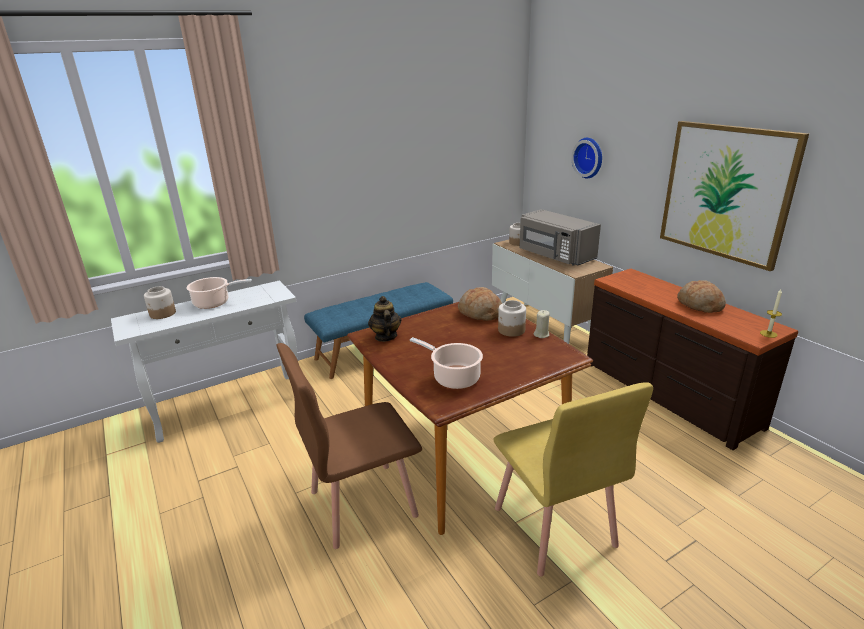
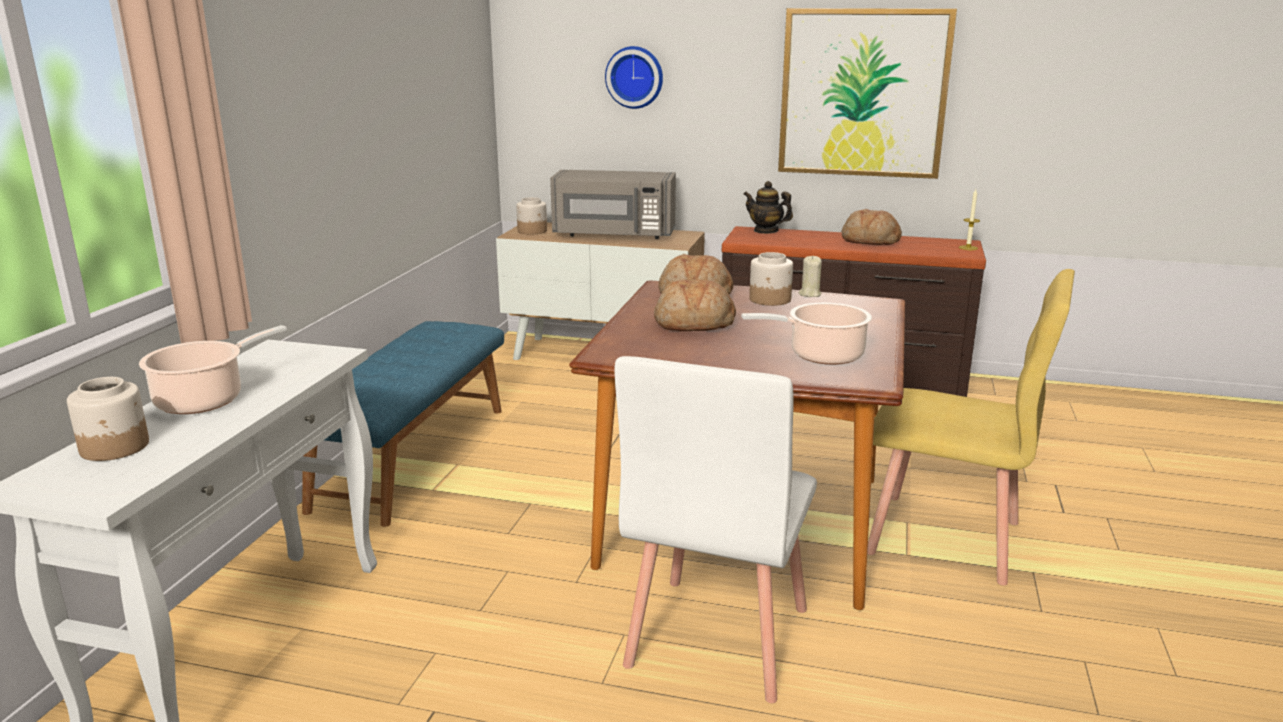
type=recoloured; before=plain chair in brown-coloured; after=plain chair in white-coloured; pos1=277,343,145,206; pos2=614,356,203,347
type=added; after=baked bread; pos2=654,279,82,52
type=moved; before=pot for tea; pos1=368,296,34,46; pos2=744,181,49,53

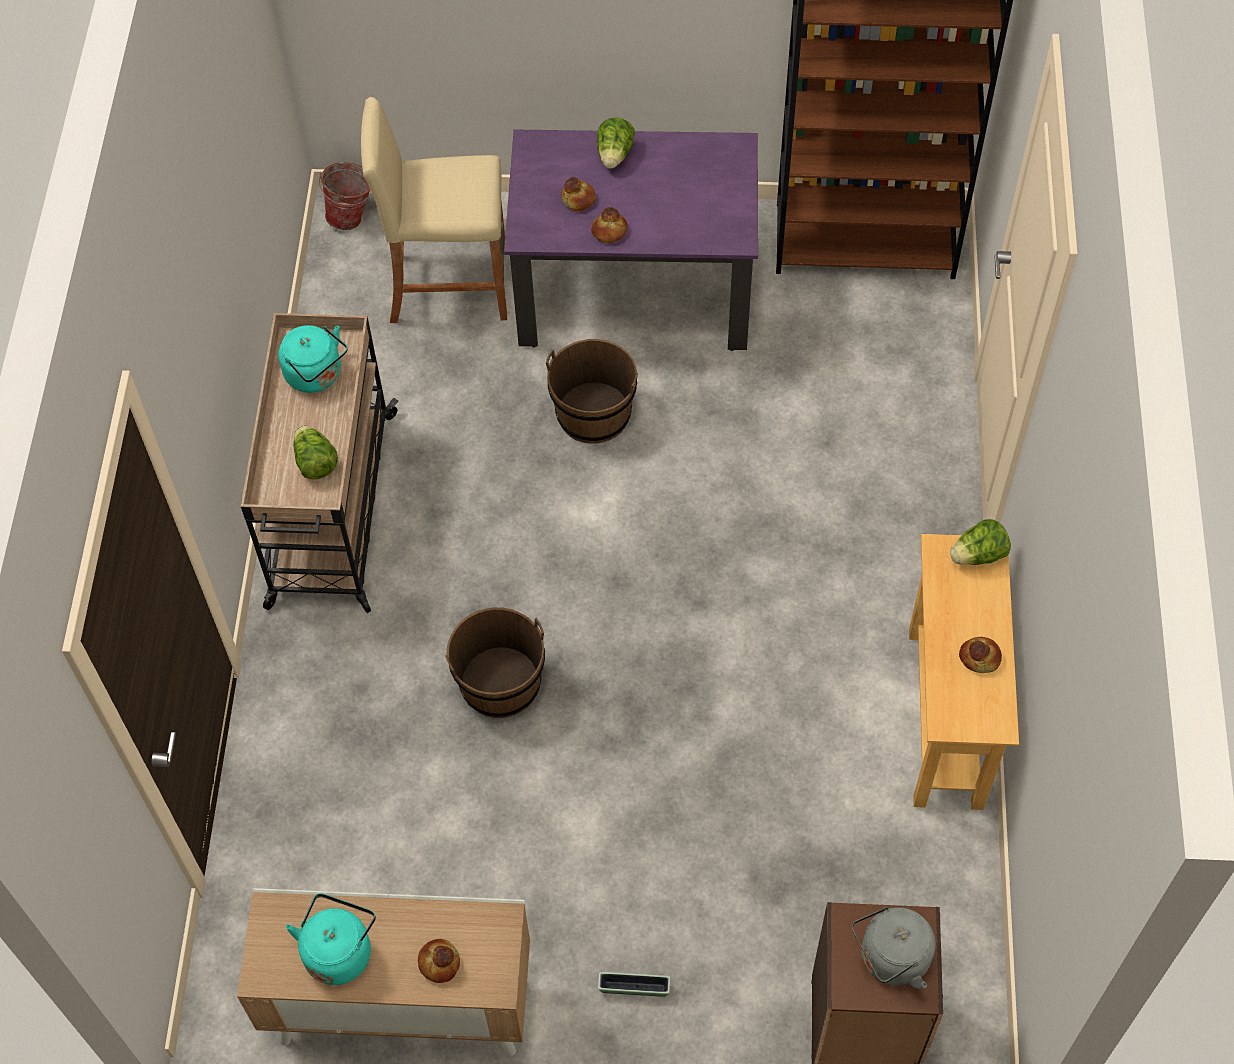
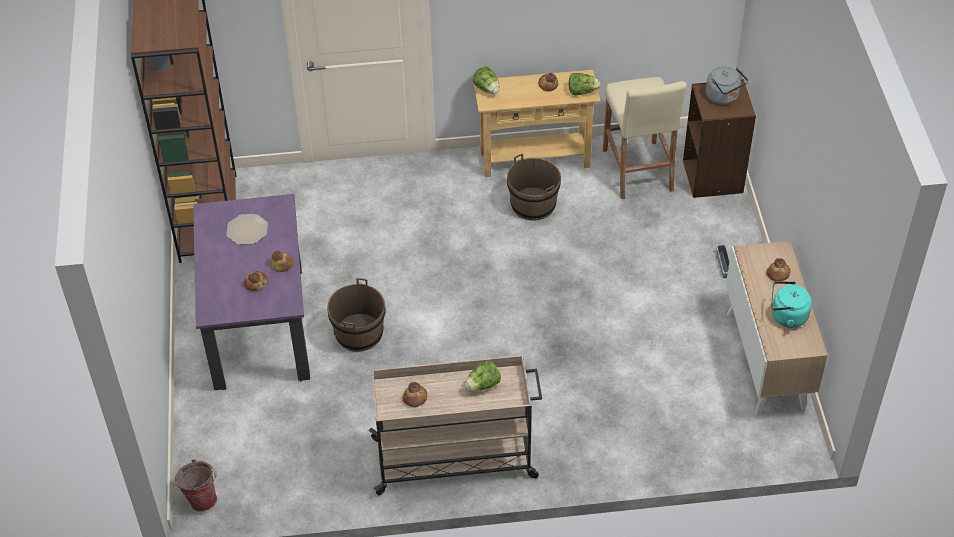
type=added; after=flat dish; pos2=226,214,42,30
type=replaced; before=water kettle in blue-green; after=baked bread; pos1=278,325,70,68; pos2=402,382,25,25
type=moved; before=water bucket in brown-coloured; pos1=445,607,100,111; pos2=507,153,54,68
type=moved; before=head of lettuce; pos1=597,117,38,51; pos2=569,73,32,22
type=moved; before=sitting stool in beige-coloured; pos1=361,97,146,226; pos2=603,77,84,122

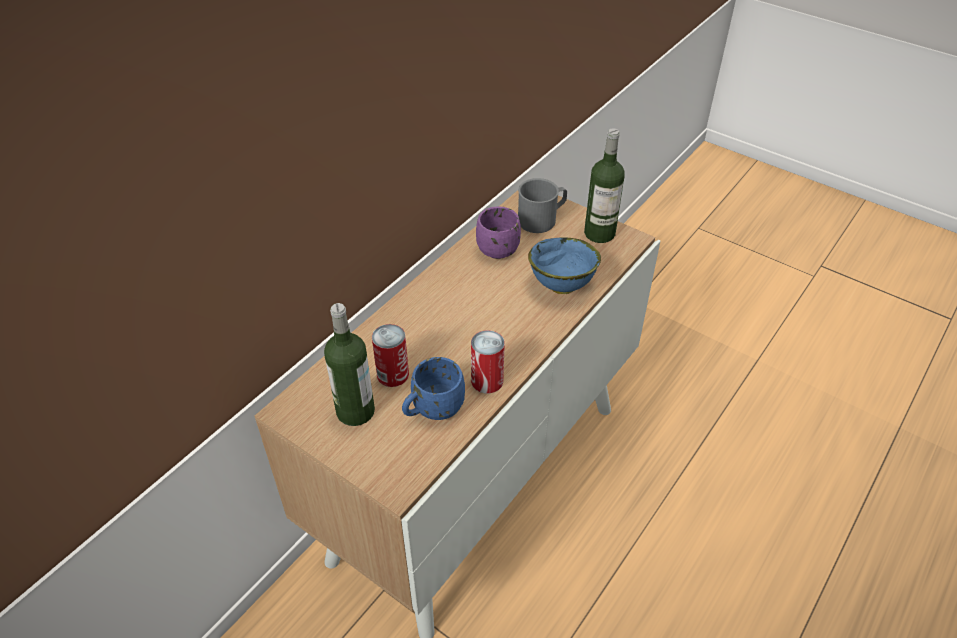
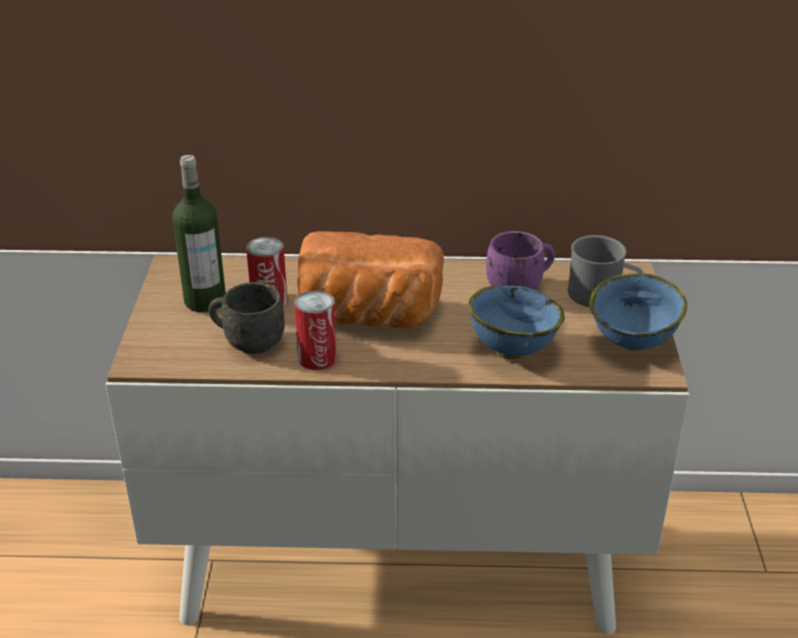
type=recoloured; before=tea mug in bluish; after=tea mug in grey; pos1=402,357,63,63; pos2=208,282,77,72
type=added; after=baked bread; pos2=297,231,147,98
type=replaced; before=bottle; after=bowl in bluish; pos1=584,128,41,115; pos2=589,273,98,77

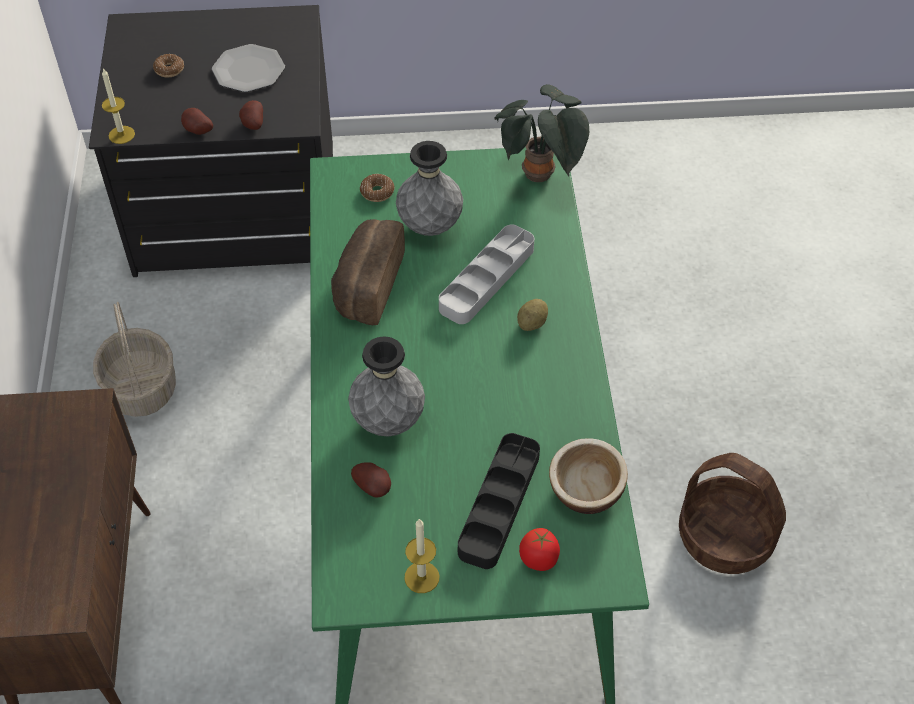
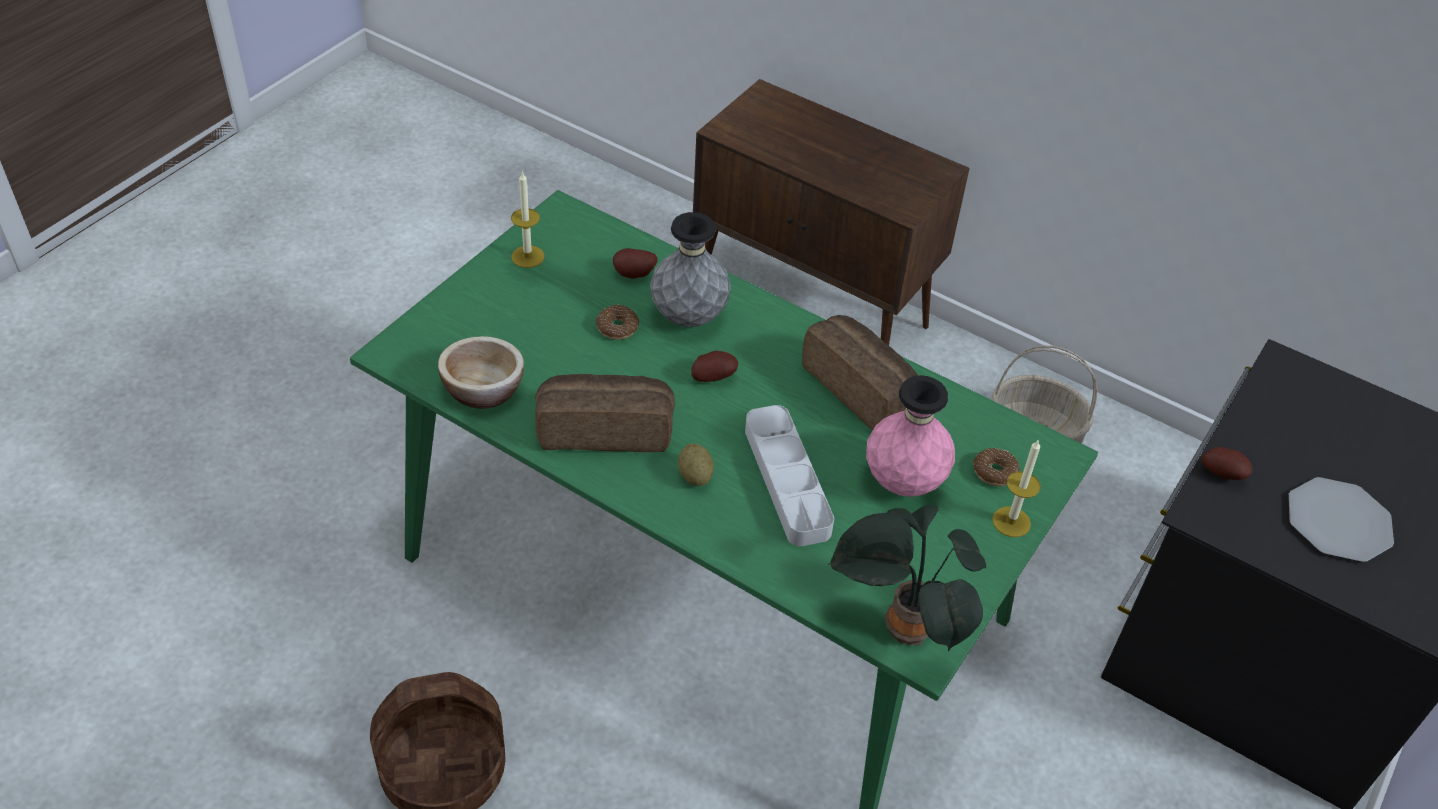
type=added; after=baked bread; pos2=535,374,140,78
type=moved; before=ring doughnut; pos1=153,54,31,23; pos2=596,305,43,35
type=moved; before=potato; pos1=181,108,32,27; pos2=691,351,47,31
type=recoloured; before=decorative vase in grey; after=decorative vase in pink-coloured; pos1=396,141,67,95; pos2=866,375,89,122
type=moved; before=wax candle; pos1=102,68,33,76; pos2=992,440,49,97
type=removed; before=serving tray in black-coloured; pos1=458,433,82,136
type=removed; before=whole tomato; pos1=519,528,41,43

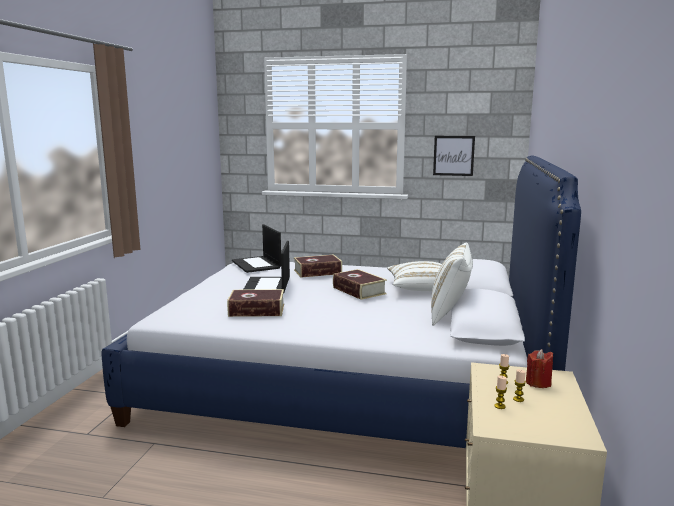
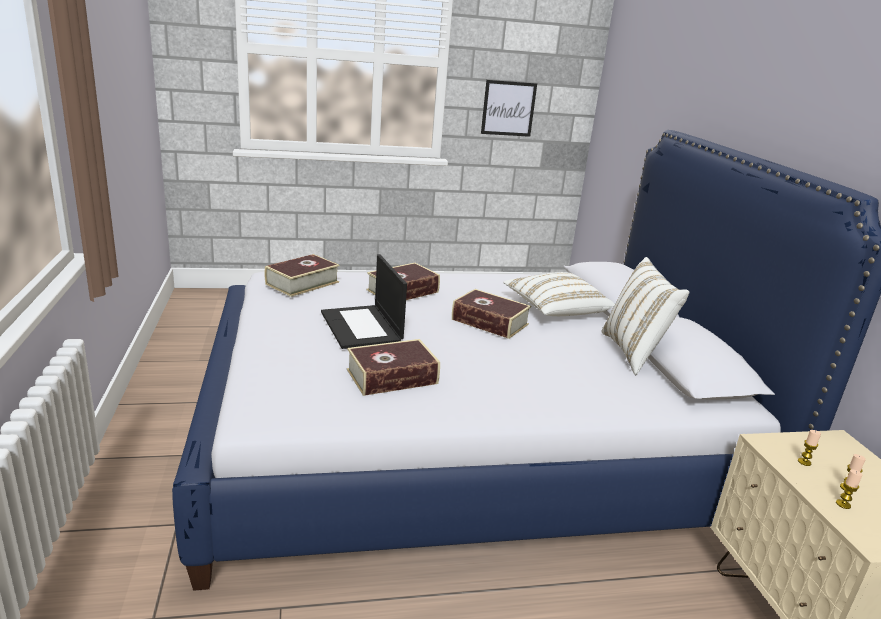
type=replaced; before=laptop; after=bound book; pos1=232,224,49,49; pos2=265,254,75,43
type=removed; before=wax candle in red; pos1=526,349,27,39

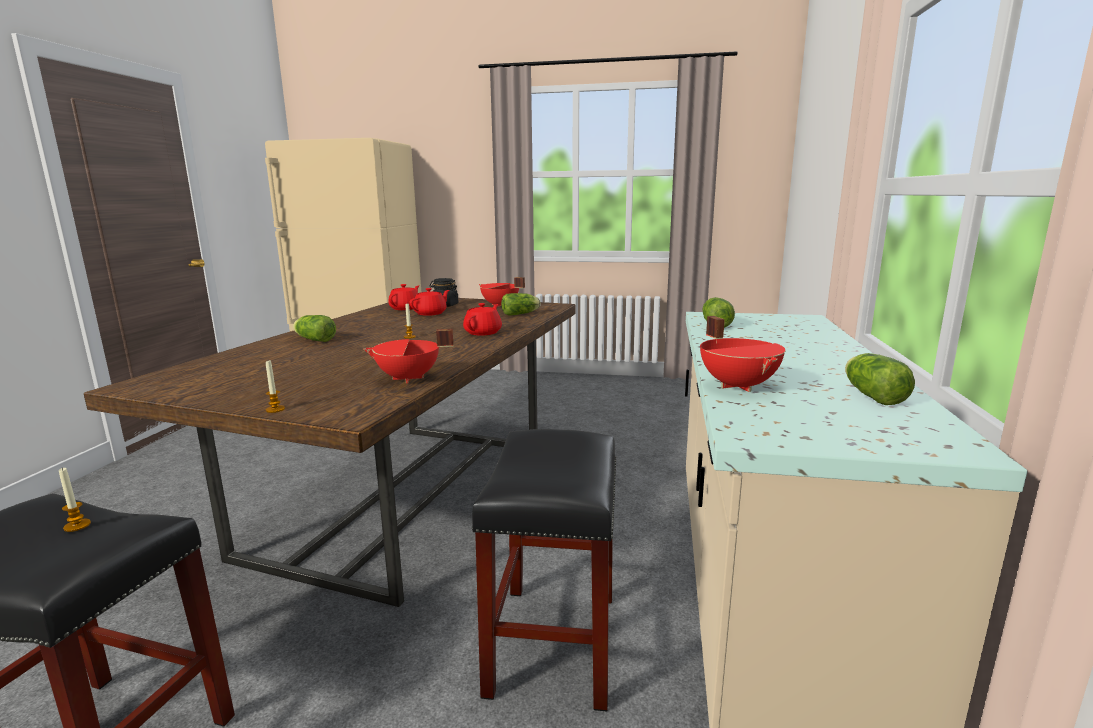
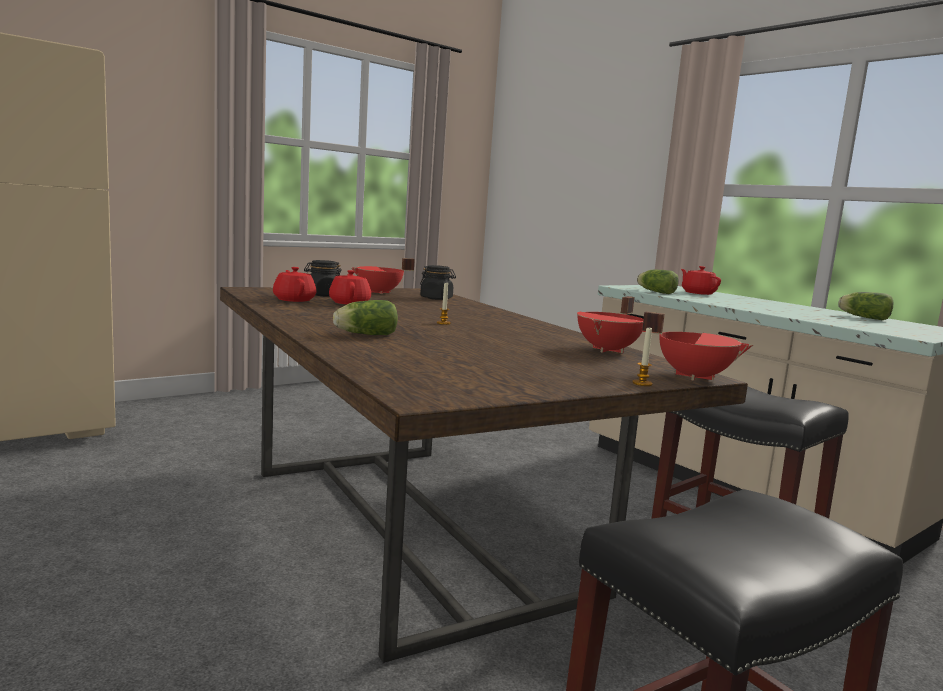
type=replaced; before=head of lettuce; after=jar in black-coloured; pos1=501,293,40,23; pos2=420,265,36,35
type=moved; before=saucepot in red; pos1=700,316,85,76; pos2=642,312,111,69
type=moved; before=pot for tea in red; pos1=463,303,39,33; pos2=681,266,40,29
type=removed; before=wax candle; pos1=59,468,32,64

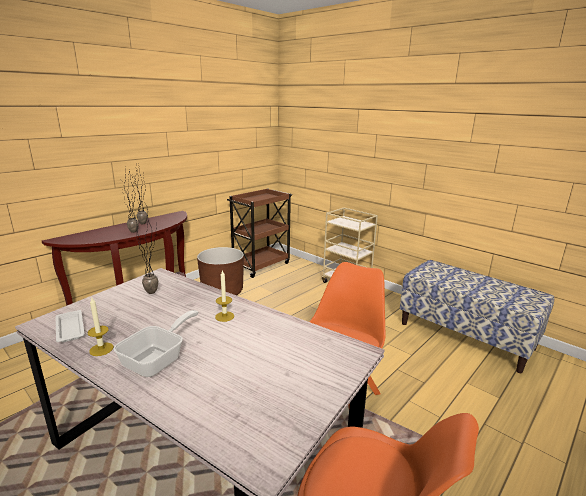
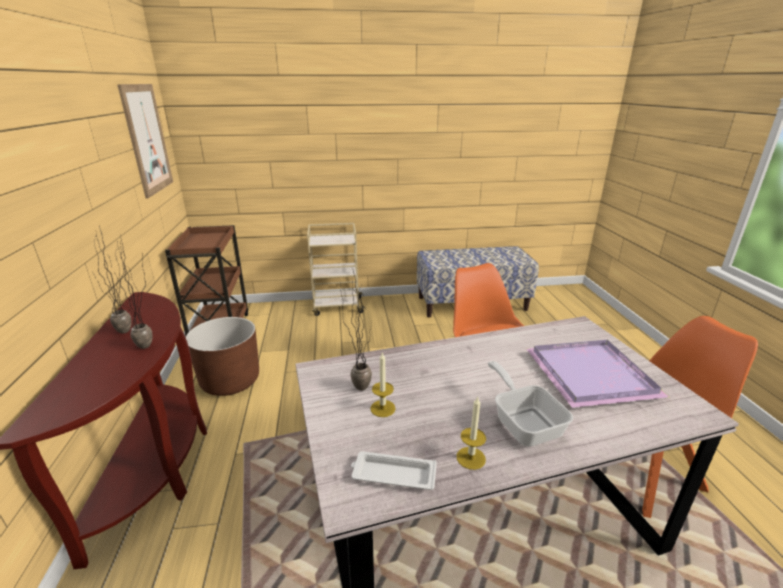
type=added; after=wall art; pos2=117,84,56,114
type=moved; before=wax candle; pos1=215,270,19,52; pos2=370,351,26,66
type=added; after=serving tray in purplish; pos2=527,340,142,68

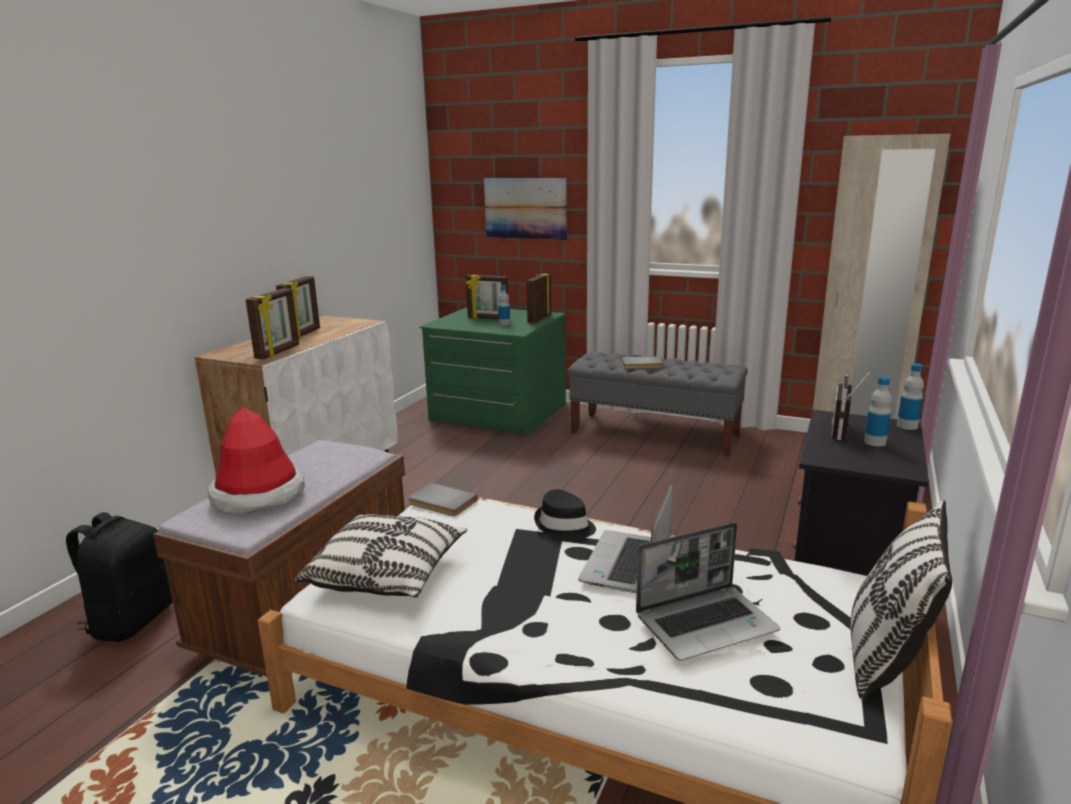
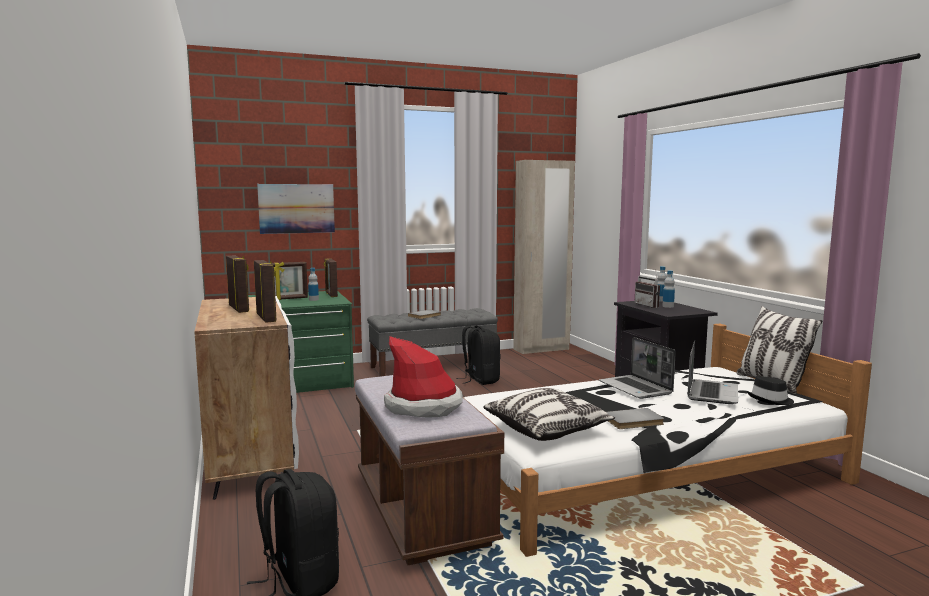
type=added; after=backpack in black-coloured; pos2=456,326,44,59
type=moved; before=bound book in grey; pos1=408,483,70,33; pos2=606,408,58,21
type=moved; before=clothing hat in black-coloured; pos1=534,489,62,51; pos2=747,376,47,29

